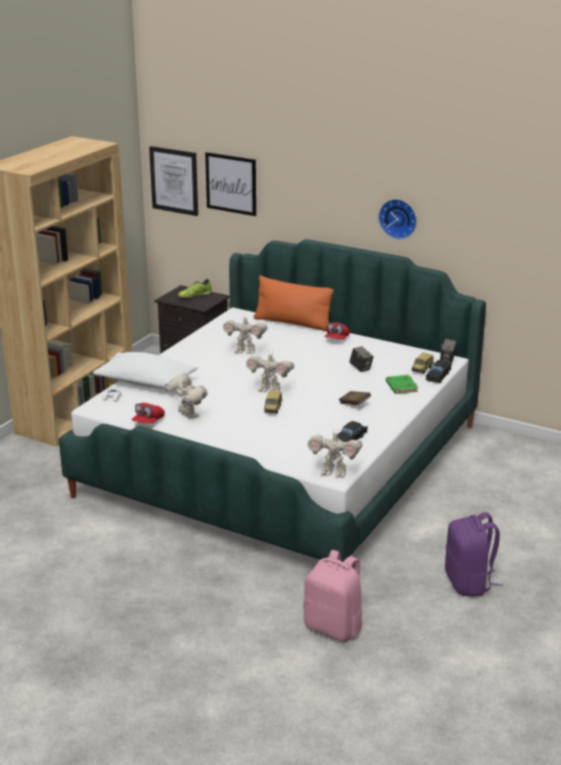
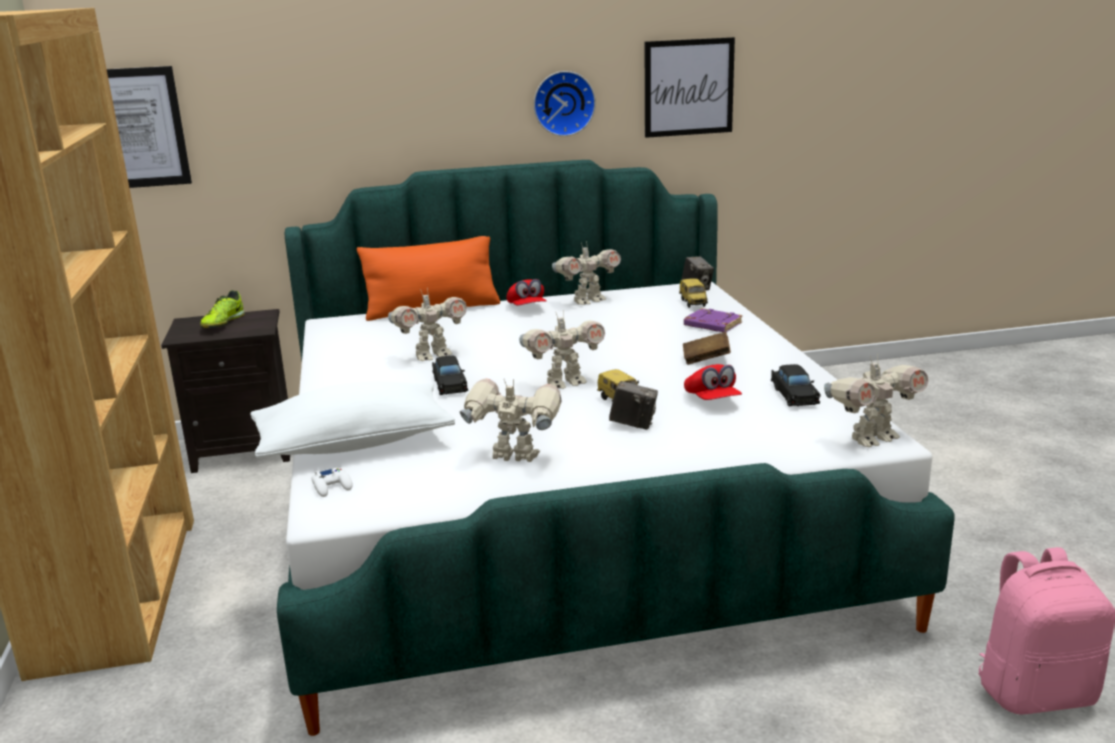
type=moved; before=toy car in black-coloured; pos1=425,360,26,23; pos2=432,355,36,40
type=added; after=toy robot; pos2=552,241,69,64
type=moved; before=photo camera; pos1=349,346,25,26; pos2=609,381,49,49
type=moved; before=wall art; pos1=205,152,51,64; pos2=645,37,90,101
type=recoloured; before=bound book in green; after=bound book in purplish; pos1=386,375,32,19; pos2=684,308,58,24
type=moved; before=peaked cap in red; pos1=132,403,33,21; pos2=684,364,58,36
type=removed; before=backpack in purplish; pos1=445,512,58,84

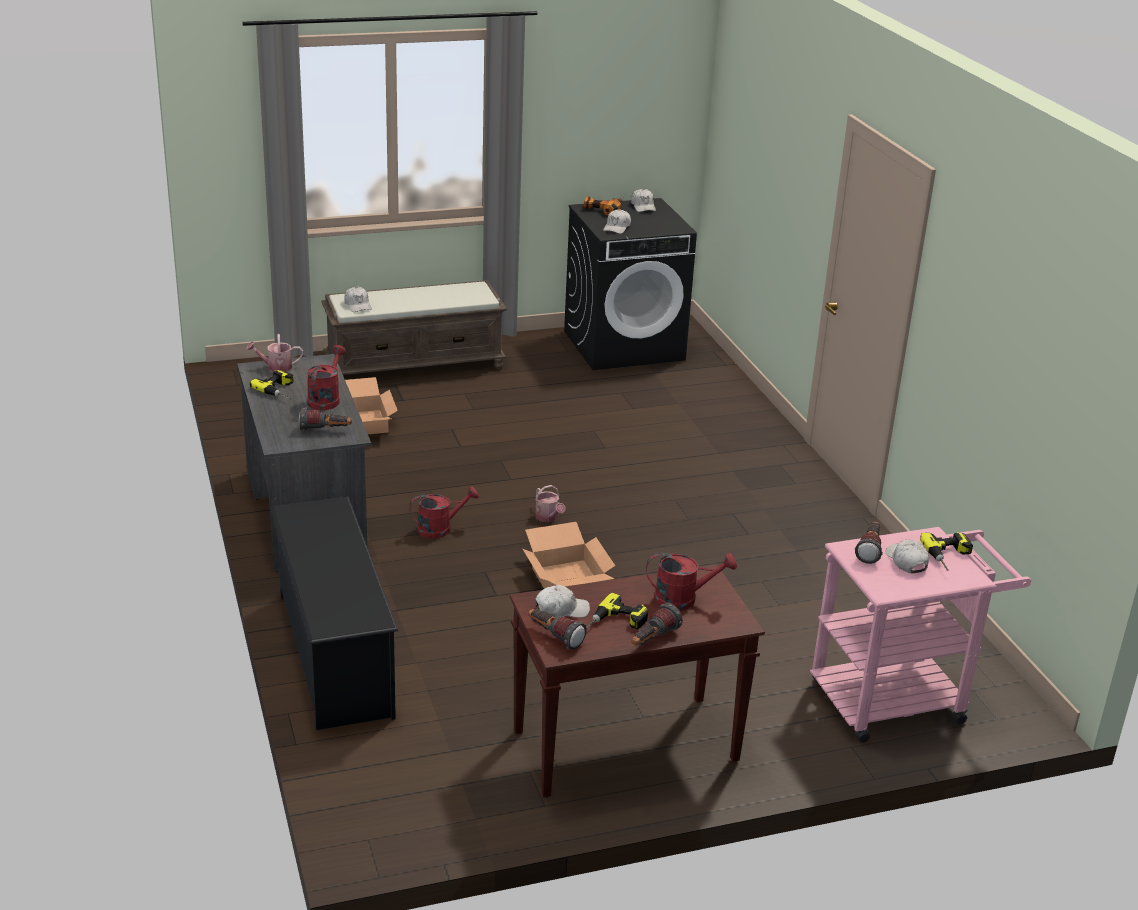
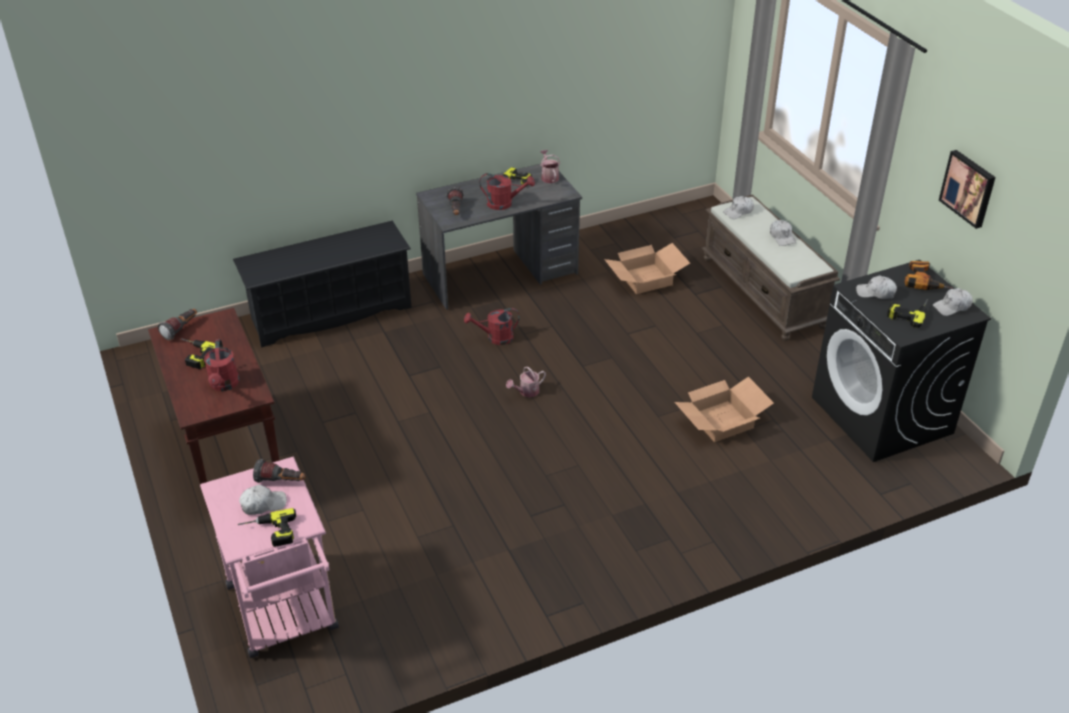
type=turned; before=watering pot in red; pos1=409,486,70,53; pos2=464,308,56,37; turn=105
type=moved; before=carton; pos1=523,522,92,67; pos2=674,377,100,65
type=moved; before=peaked cap in white-coloured; pos1=535,585,55,33; pos2=770,220,26,26
type=added; after=drill; pos2=887,299,41,29
type=added; after=wall art; pos2=939,150,57,79
type=removed; before=hand torch; pos1=632,603,51,43

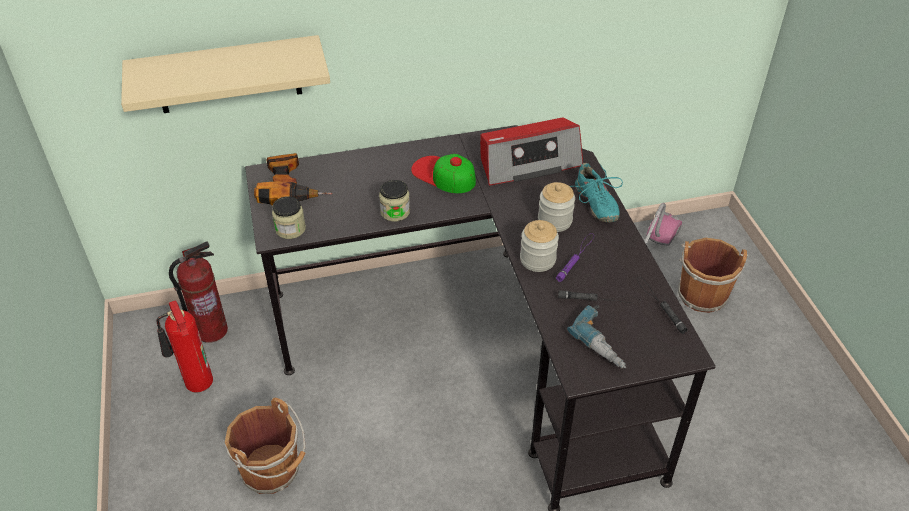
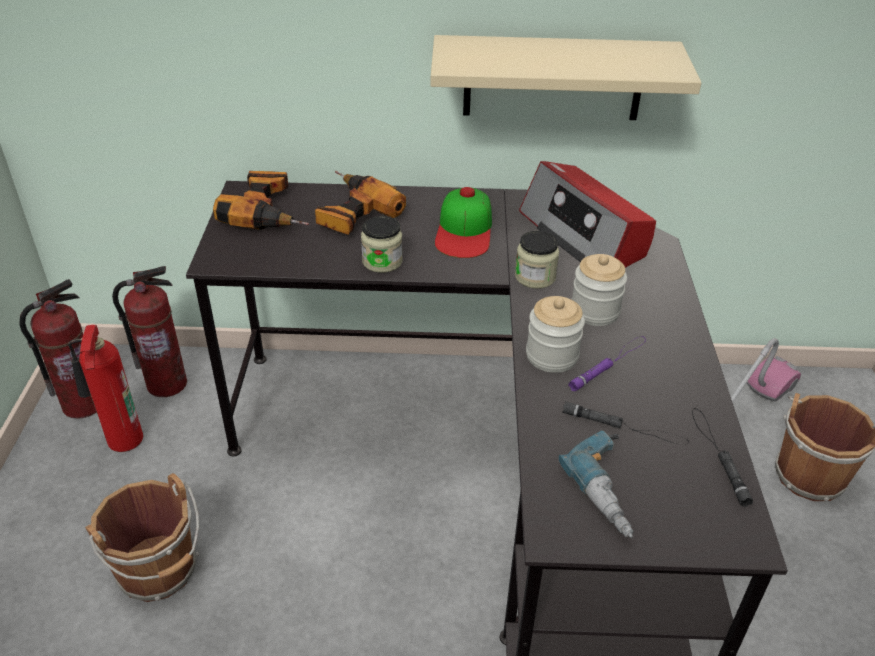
type=added; after=fire-fighting cylinder; pos2=19,279,78,140
type=added; after=drill; pos2=315,171,91,64
type=moved; before=shelf in beige-coloured; pos1=121,35,209,78; pos2=431,35,270,85
type=turned; before=peaked cap; pos1=411,154,65,39; pos2=435,187,57,71; turn=-135
type=moved; before=jar; pos1=272,196,34,43; pos2=515,231,45,58
type=turned; before=radio set; pos1=480,118,103,67; pos2=519,161,137,107; turn=60
type=removed; before=shoe in blue-green; pos1=570,163,53,60

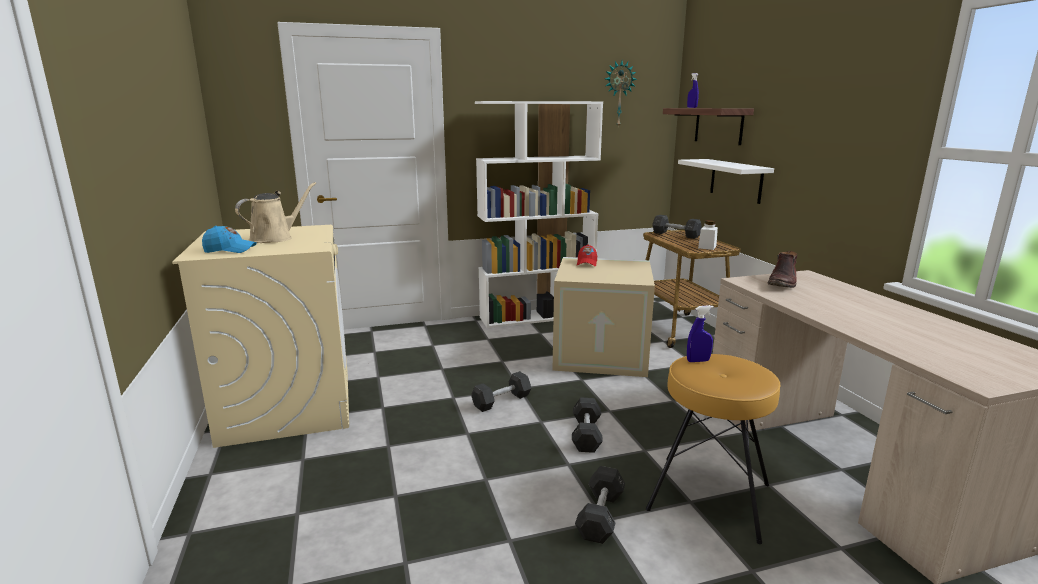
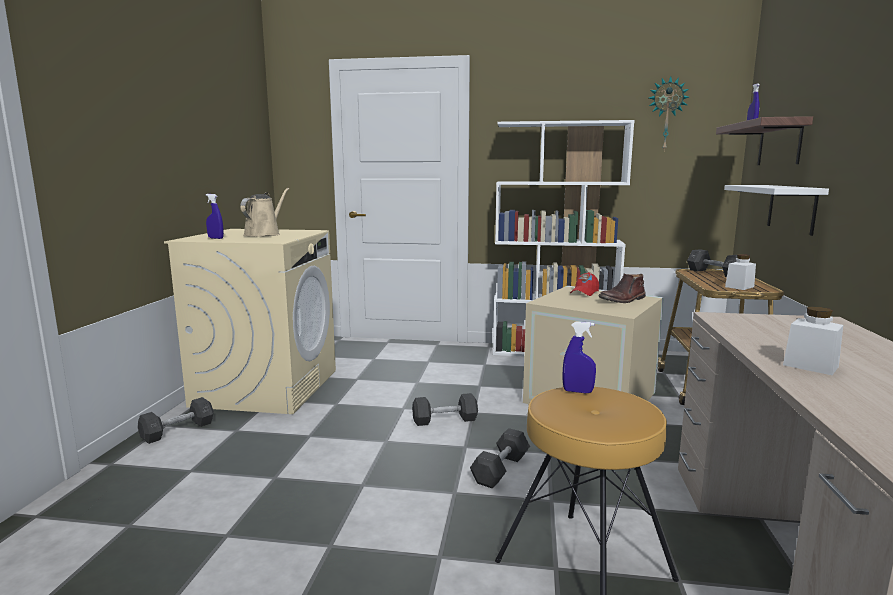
type=moved; before=hand weight in grey; pos1=575,466,50,78; pos2=138,397,76,47
type=replaced; before=peaked cap in bluish; after=sprayer in bluish; pos1=202,226,55,27; pos2=206,194,18,45
type=turned; before=watering pot in beige-coloured; pos1=235,182,81,61; pos2=240,188,49,49; turn=-45
type=moved; before=tall boot in brown-coloured; pos1=768,251,29,37; pos2=599,274,47,29
type=added; after=jar in white-coloured; pos2=783,306,60,69

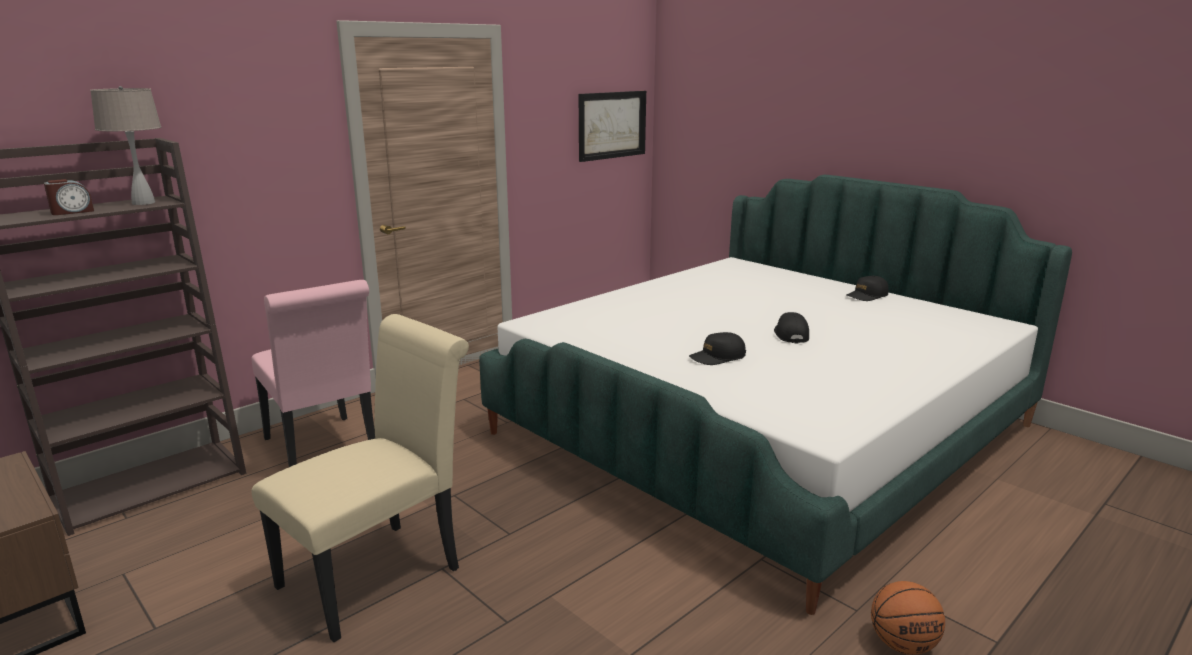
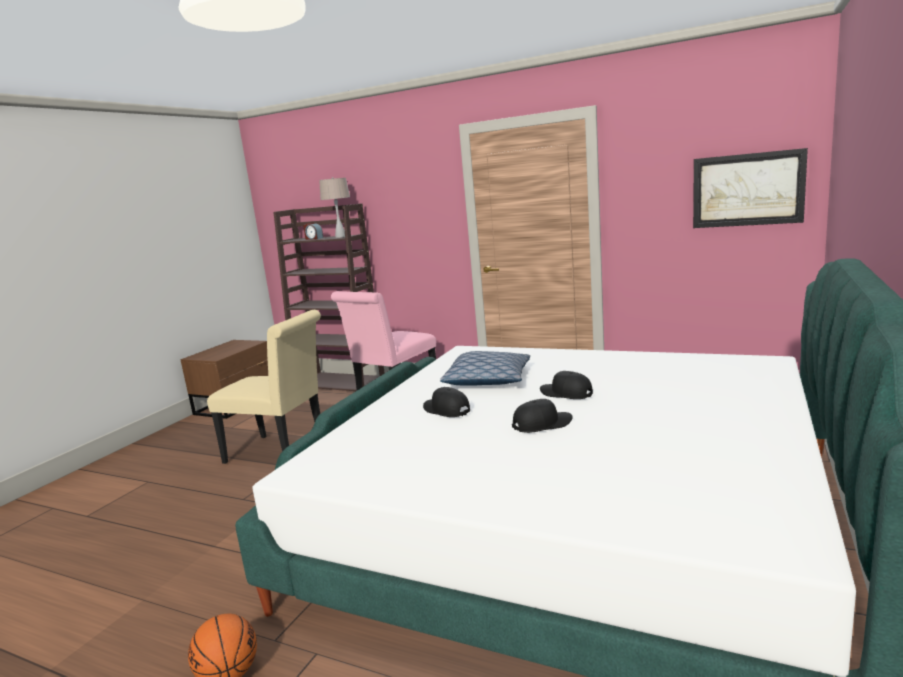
type=added; after=cushion; pos2=440,351,90,35
type=moved; before=peaked cap in black-coloured; pos1=846,276,43,25; pos2=540,371,53,28

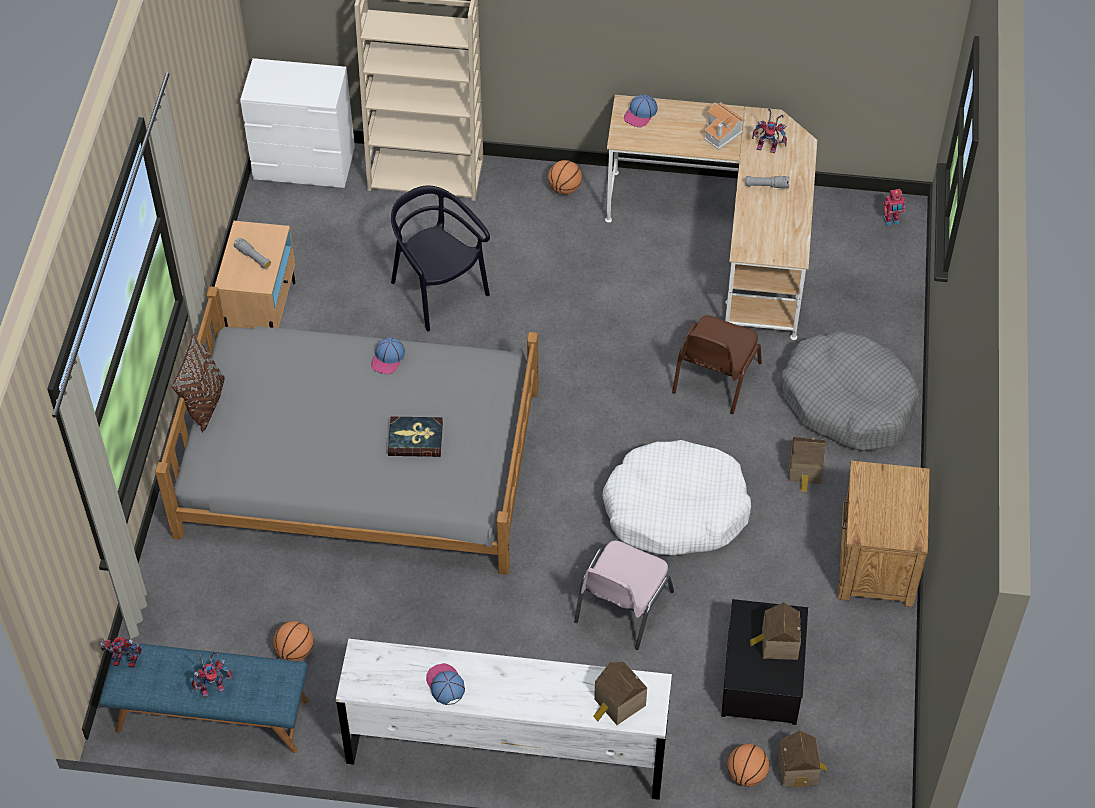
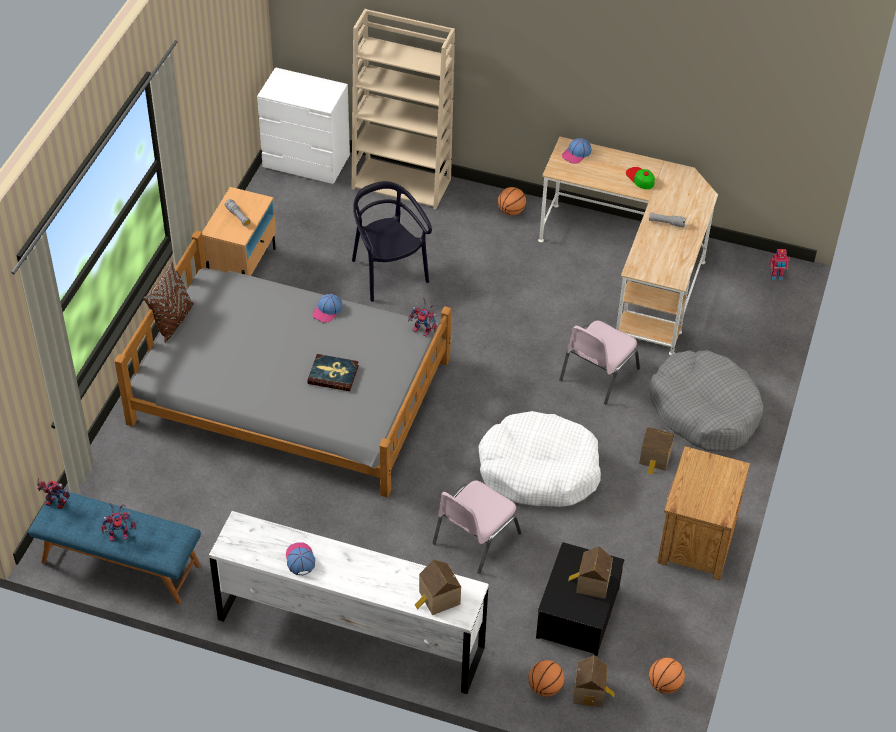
type=moved; before=toy robot; pos1=752,108,35,45; pos2=408,297,29,40
type=recoloured; before=plain chair in brown-coloured; after=plain chair in pink-coloured; pos1=672,315,90,99; pos2=559,321,81,83
type=replaced; before=model house; after=peaked cap; pos1=704,102,42,48; pos2=626,167,29,22
type=moved; before=basketball; pos1=273,621,41,40; pos2=649,658,36,36

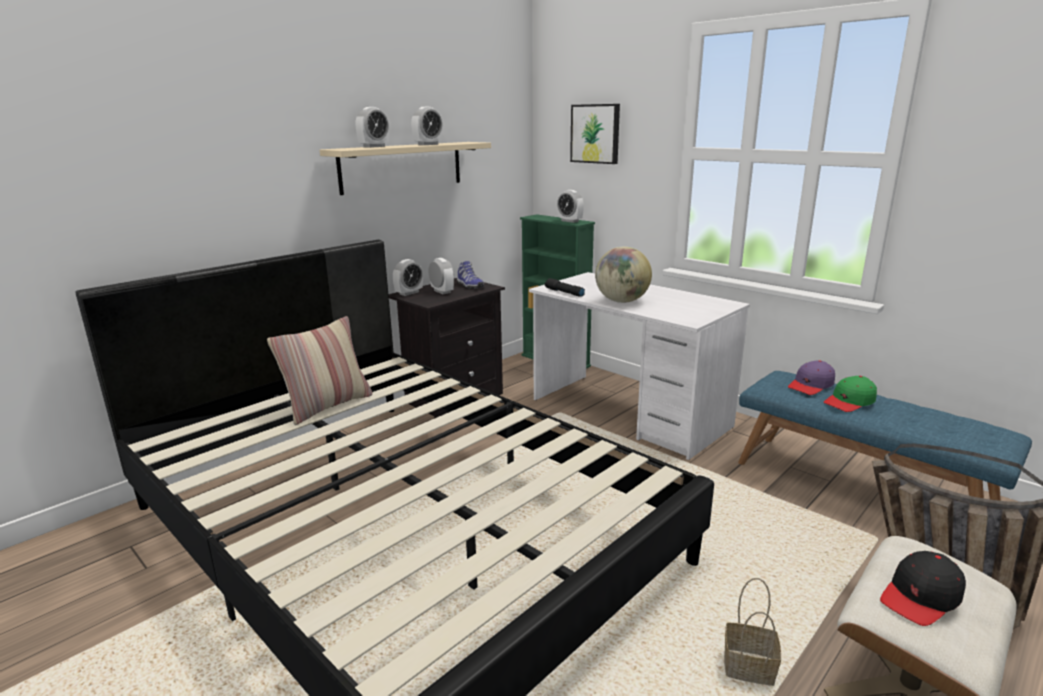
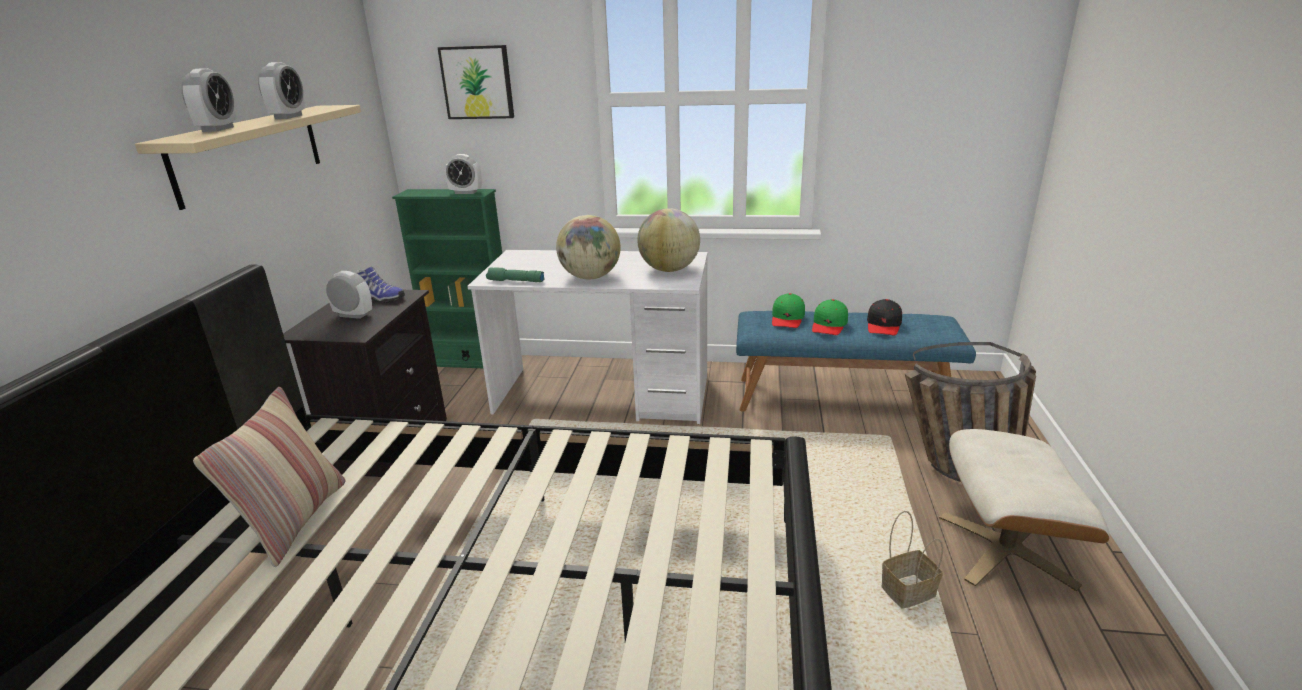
type=recoloured; before=hand torch in black-coloured; after=hand torch in green; pos1=545,278,40,19; pos2=486,267,59,15
type=added; after=globe; pos2=637,208,63,64
type=recoloured; before=peaked cap in purplish; after=peaked cap in green; pos1=788,360,47,35; pos2=772,293,33,35
type=moved; before=peaked cap in black-coloured; pos1=880,551,86,75; pos2=867,299,35,37
type=removed; before=table clock; pos1=393,259,30,37

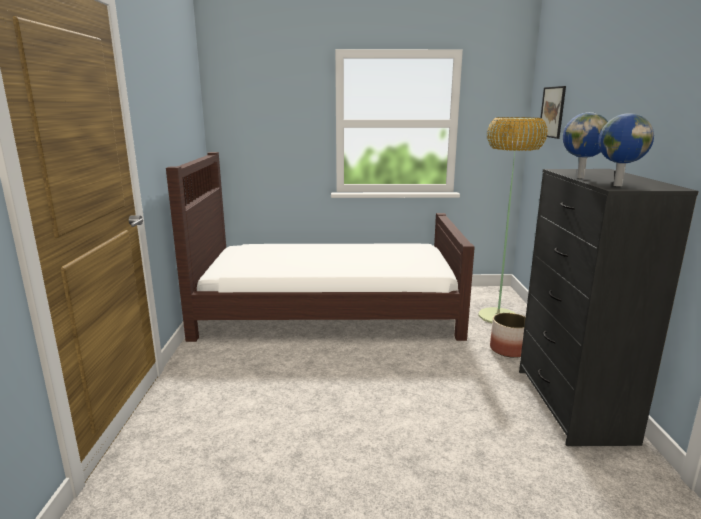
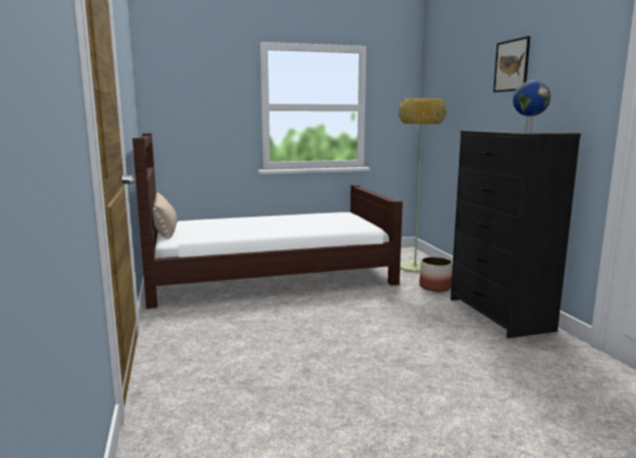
type=added; after=cushion in beige-coloured; pos2=153,192,24,47
type=moved; before=wall art; pos1=540,86,26,53; pos2=493,36,37,56
type=removed; before=globe; pos1=563,112,45,66

